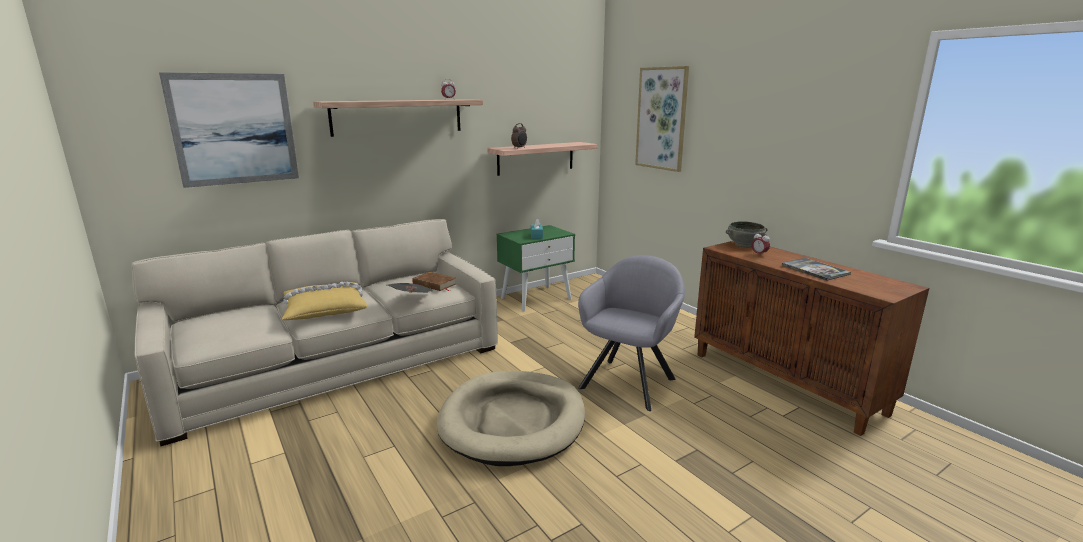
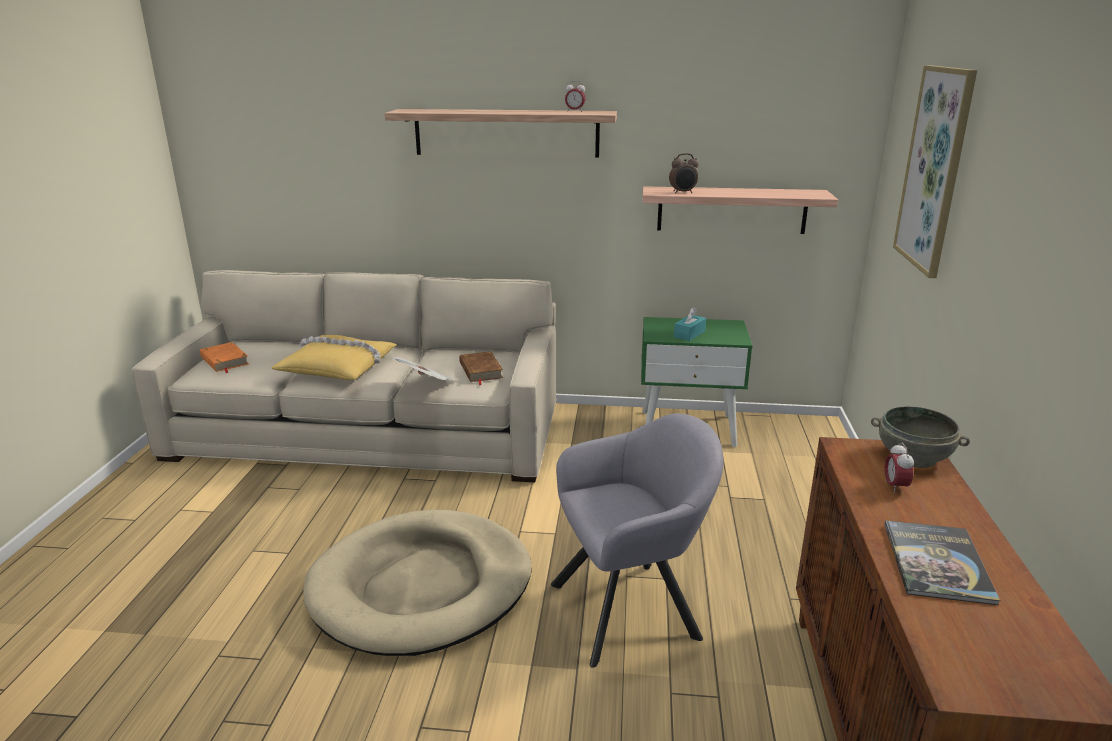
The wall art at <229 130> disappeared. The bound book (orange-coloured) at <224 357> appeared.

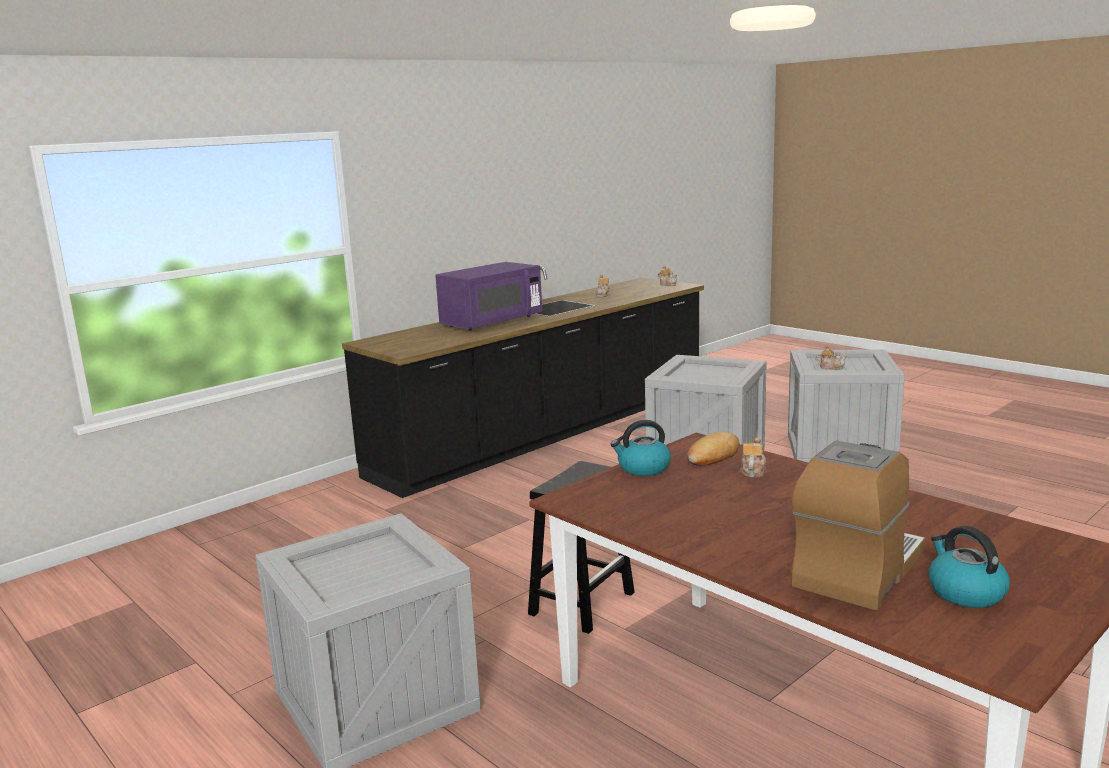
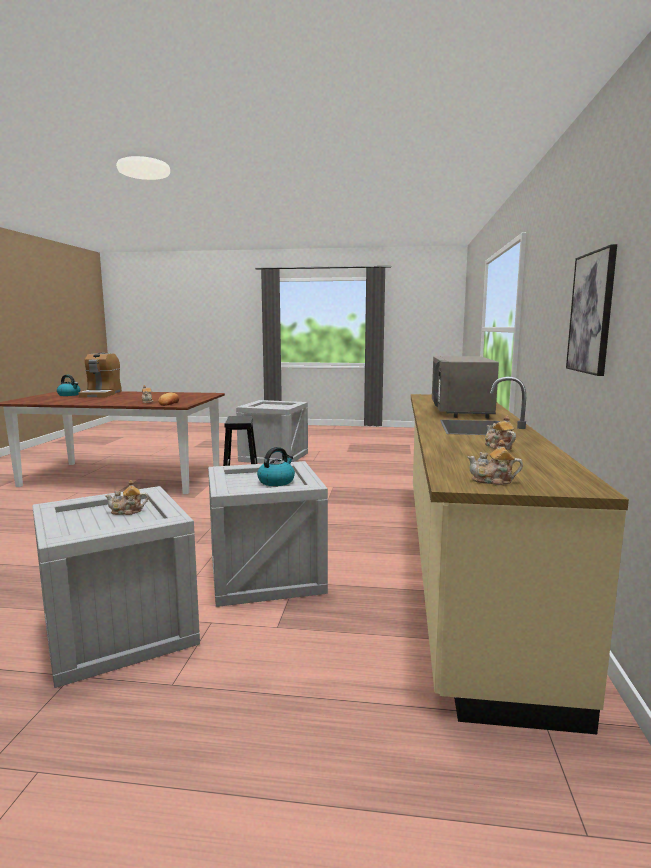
The wall art at <591 310> appeared. The water kettle moved from <641 448> to <276 466>. The kitchen base unit (blackish) at <523 382> became the kitchen base unit (beige) at <520 555>. The microwave oven (purplish) at <488 296> became the microwave oven (greyish) at <465 387>.

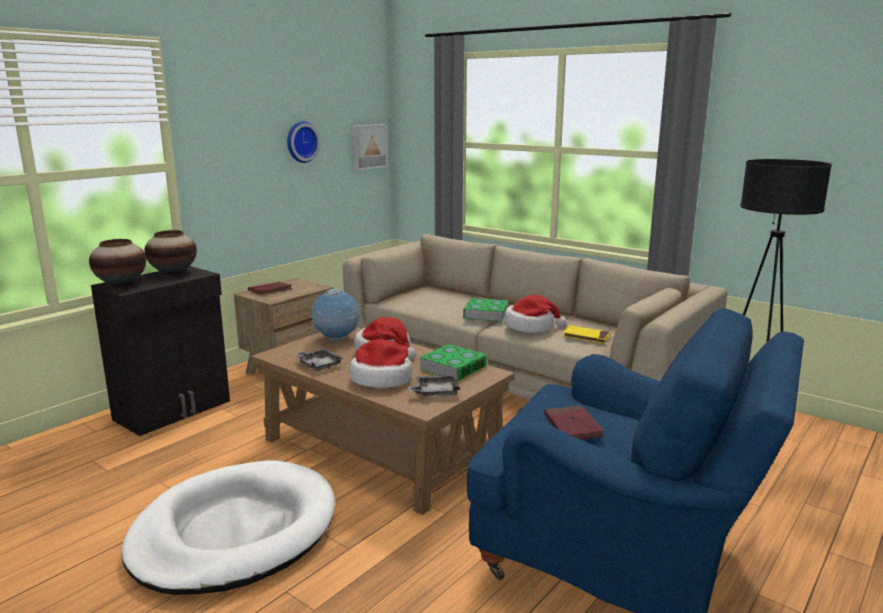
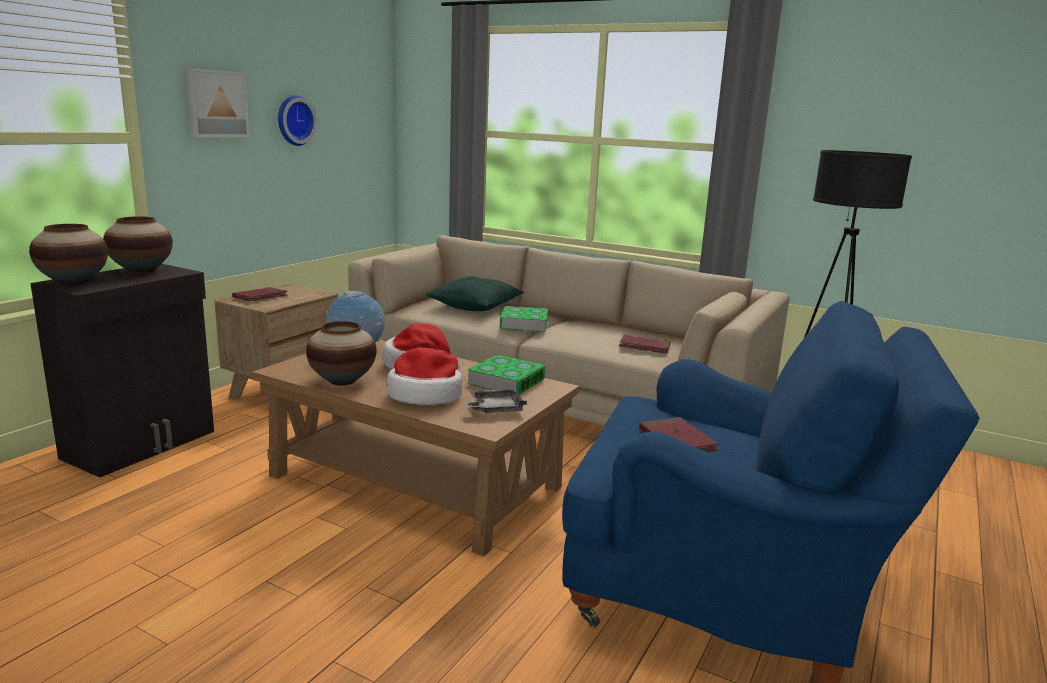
The dog cushion (white) at <228 527> disappeared. The clothing hat at <535 314> disappeared. The pillow (greenish) at <475 293> appeared. The wall art moved from <370 147> to <217 102>. The serving tray (greyish) at <319 359> was replaced by the flower vase at <341 353>. The bound book (yellow) at <586 334> became the bound book (red-coloured) at <645 344>.

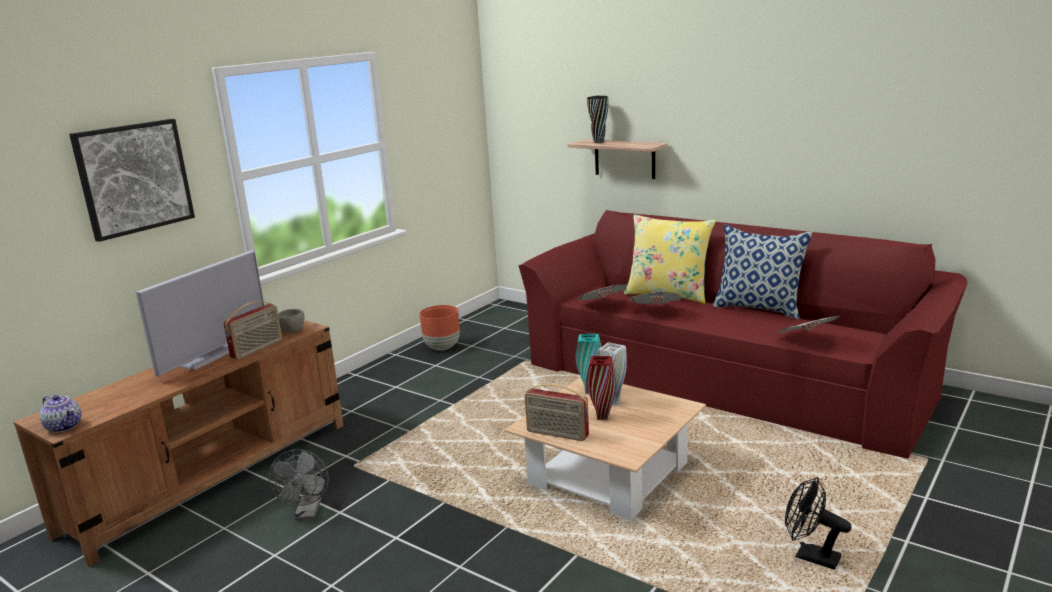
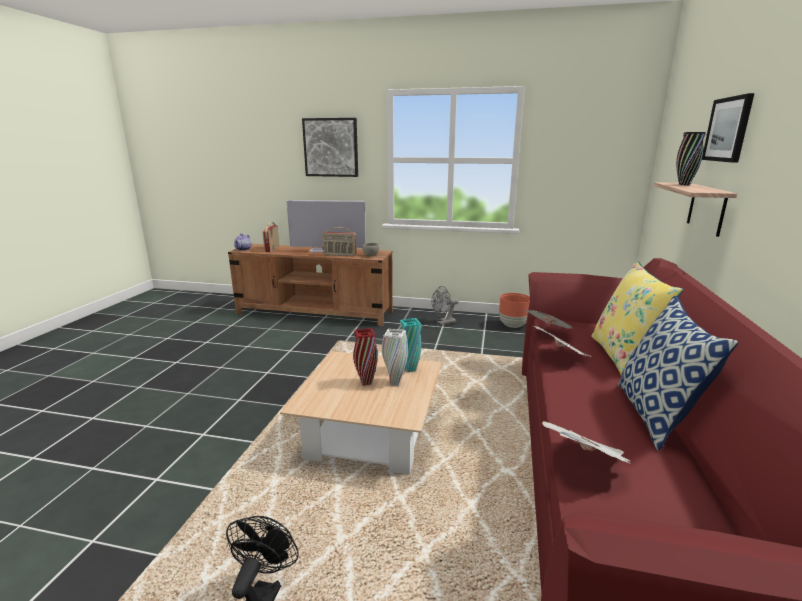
The wall art at <728 128> appeared. The fan (greyish) moved from <299 484> to <445 305>. The radio receiver moved from <557 412> to <271 237>.

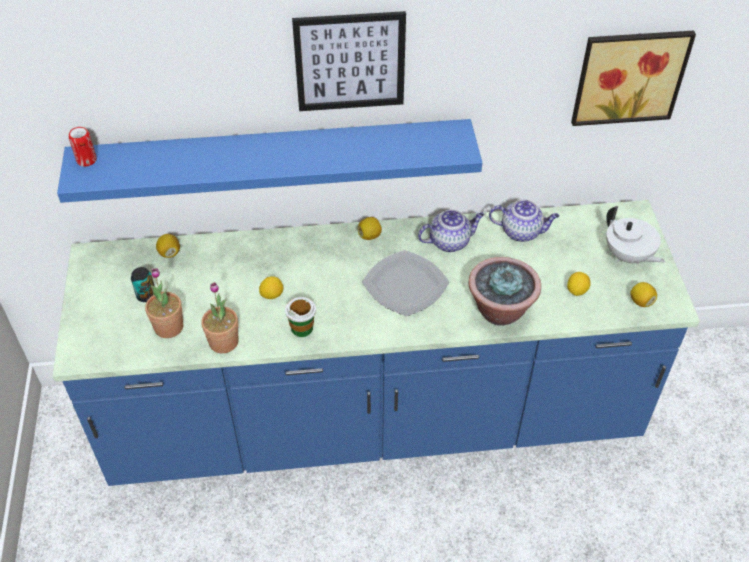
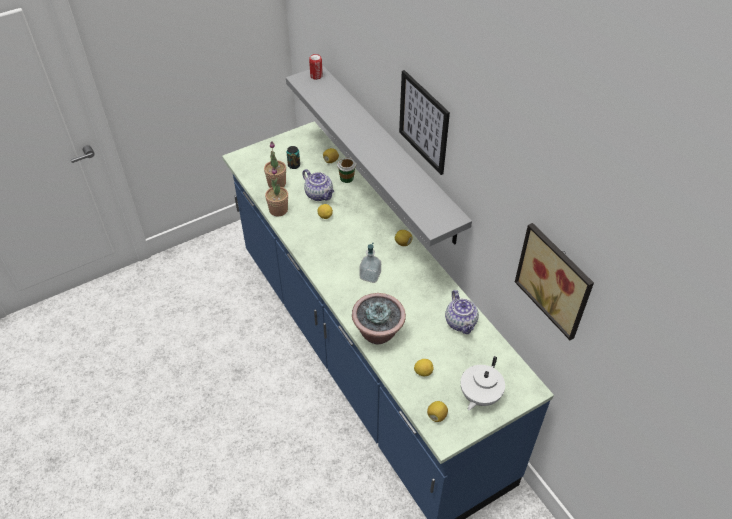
The drinking cup moved from <300 317> to <346 170>. The teapot moved from <451 230> to <318 185>. The flat dish at <405 283> was replaced by the soap dispenser at <370 263>. The shelf (bluish) at <269 161> became the shelf (greyish) at <379 155>.

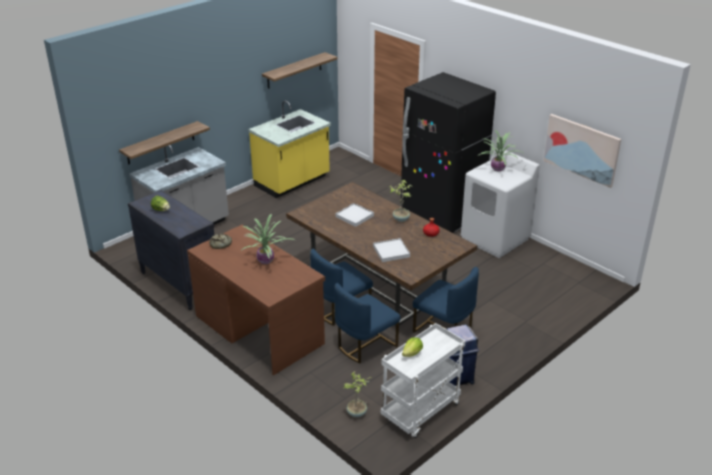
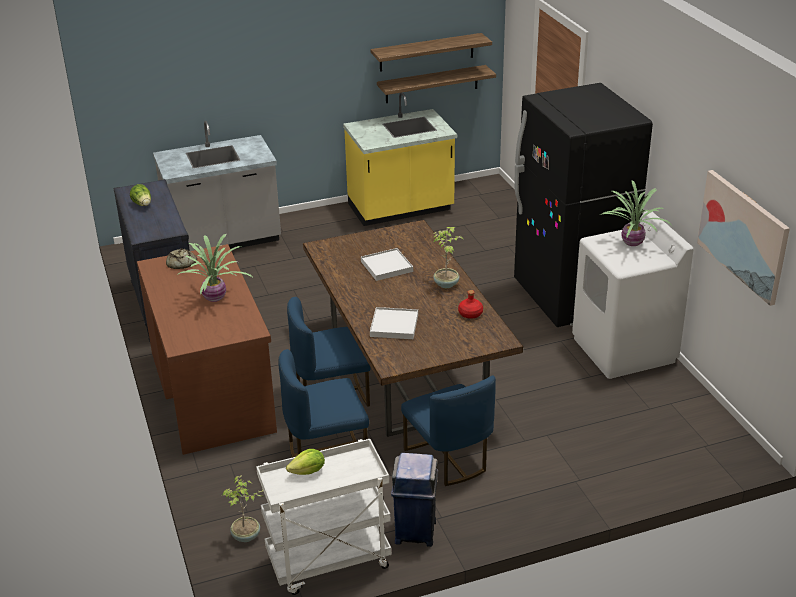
The shelf moved from <164 143> to <436 84>.

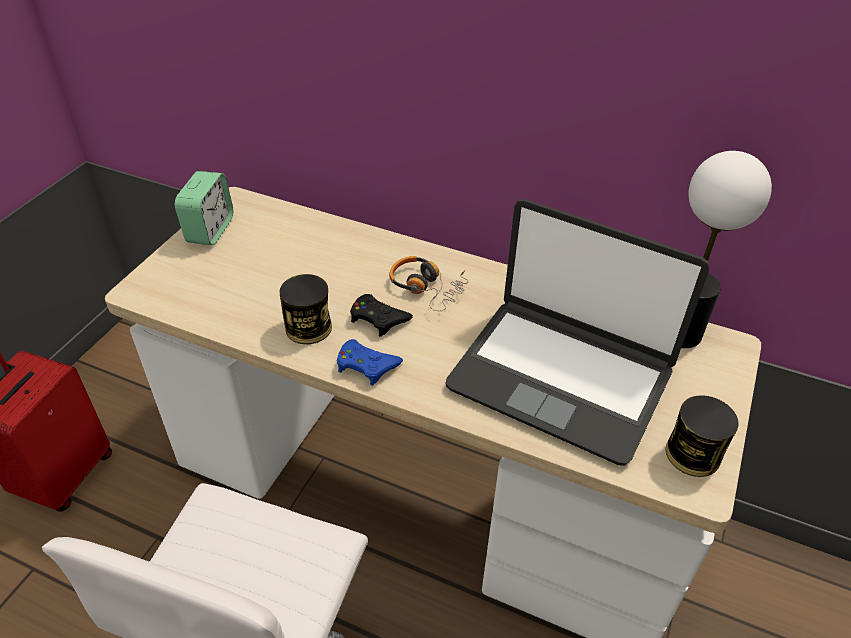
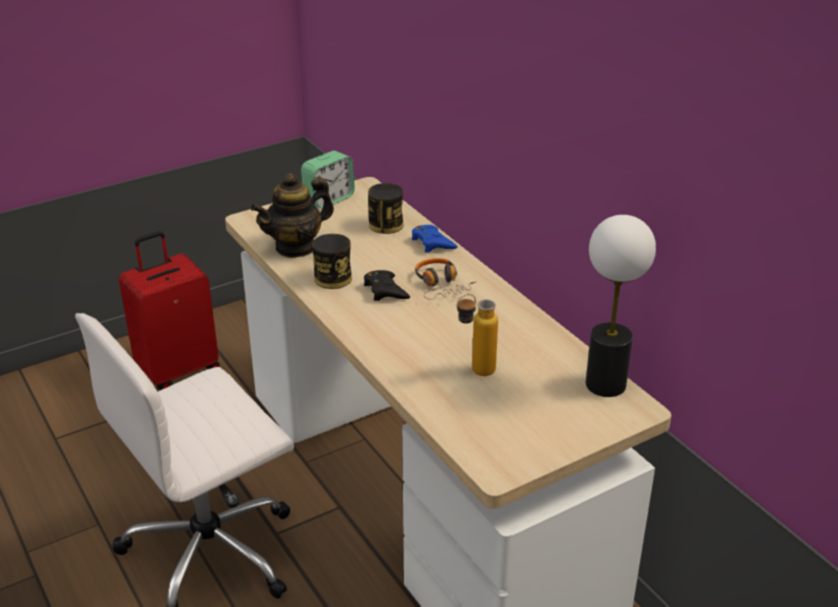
The teapot at <292 215> appeared. The game controller (bluish) moved from <370 362> to <435 238>. The metal can moved from <702 436> to <386 208>. The notebook computer at <577 332> was replaced by the drink bottle at <477 335>.

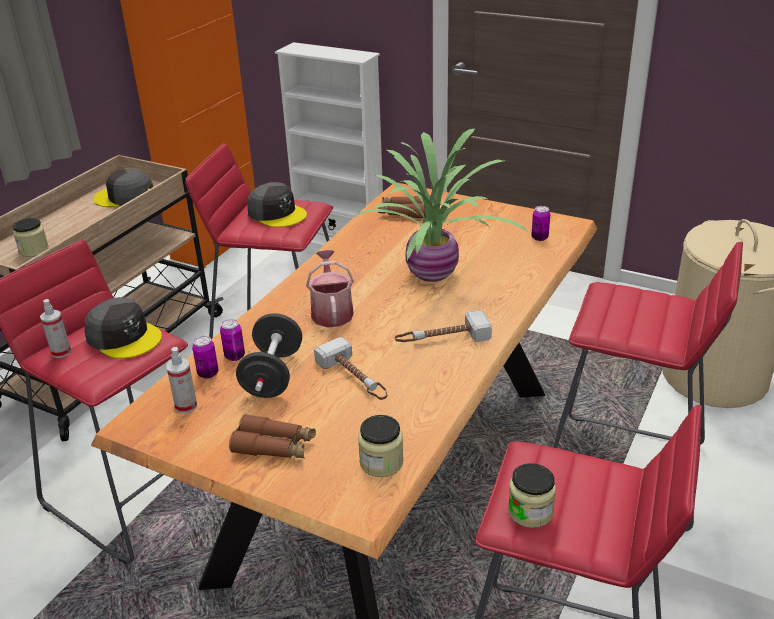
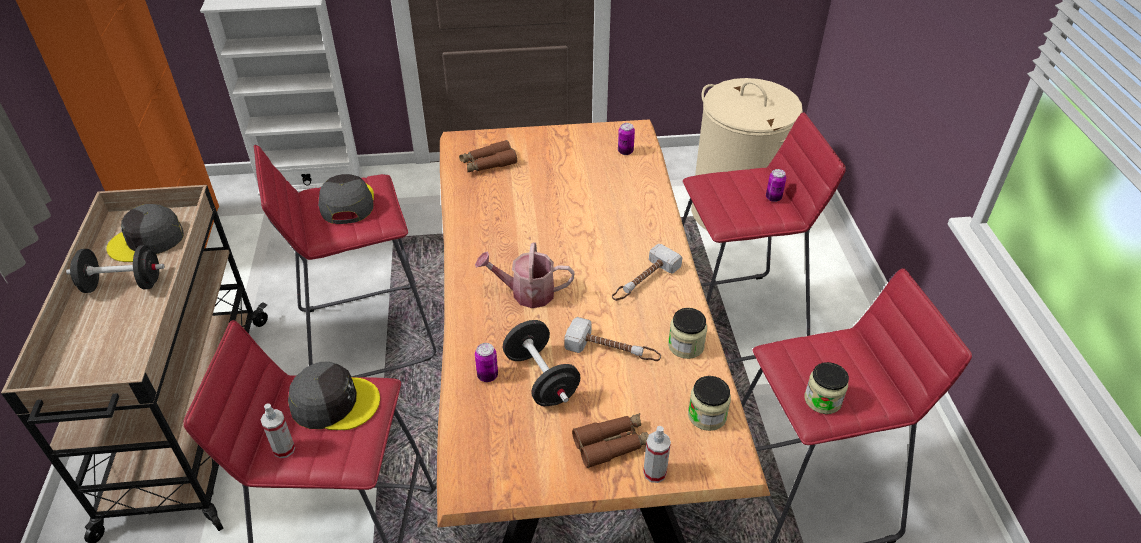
The potted plant at <441 205> disappeared. The free weight (blackish) at <115 269> appeared. The storage jar moved from <31 237> to <687 333>. The hand sprayer moved from <182 380> to <657 454>. The metal can moved from <205 357> to <776 185>. The cap (greyish) at <277 204> turned 105 degrees counterclockwise. The watering pot at <330 288> turned 45 degrees counterclockwise.

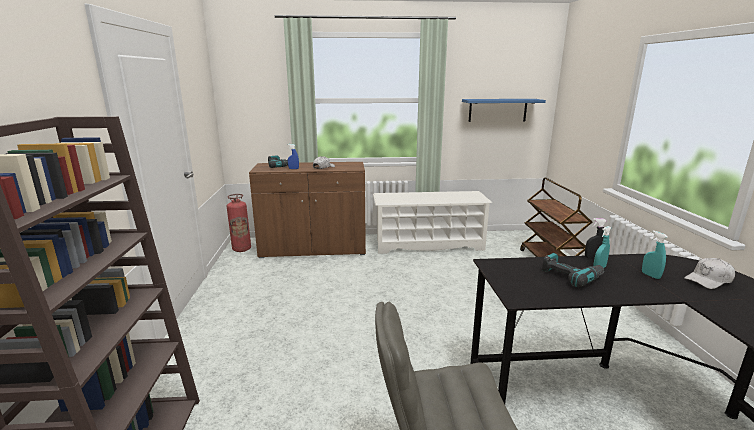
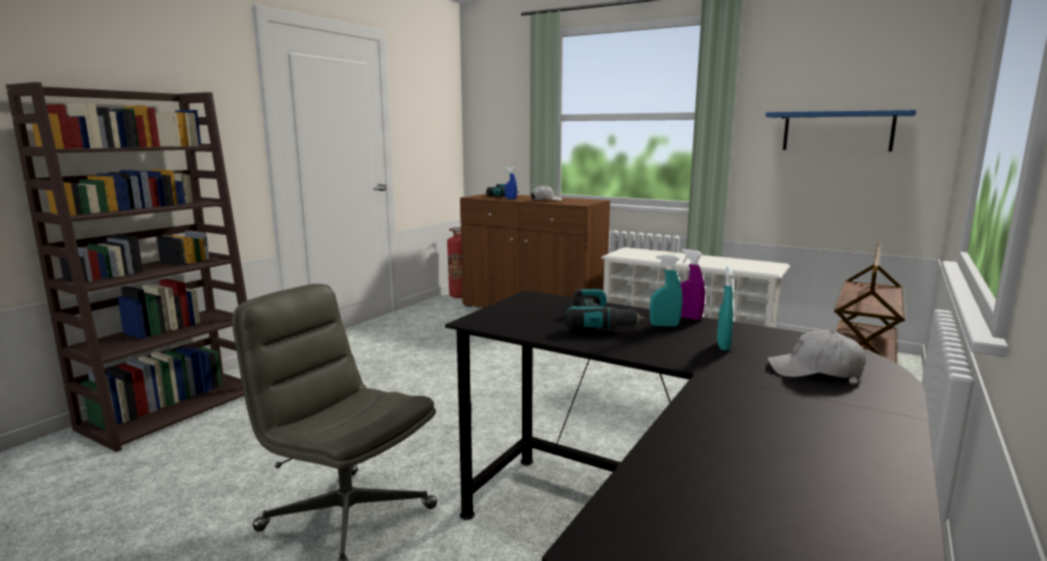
The hand sprayer (blackish) at <595 238> became the hand sprayer (purplish) at <692 284>.

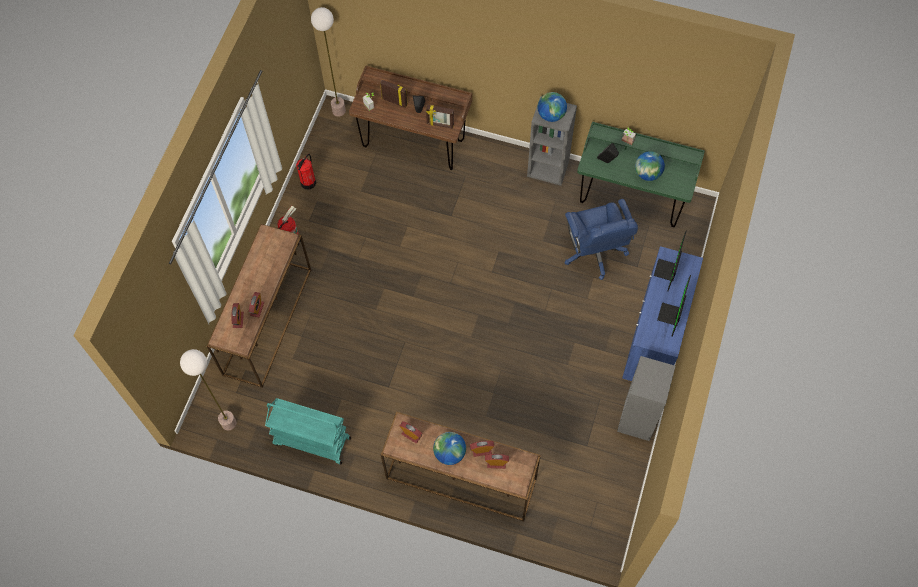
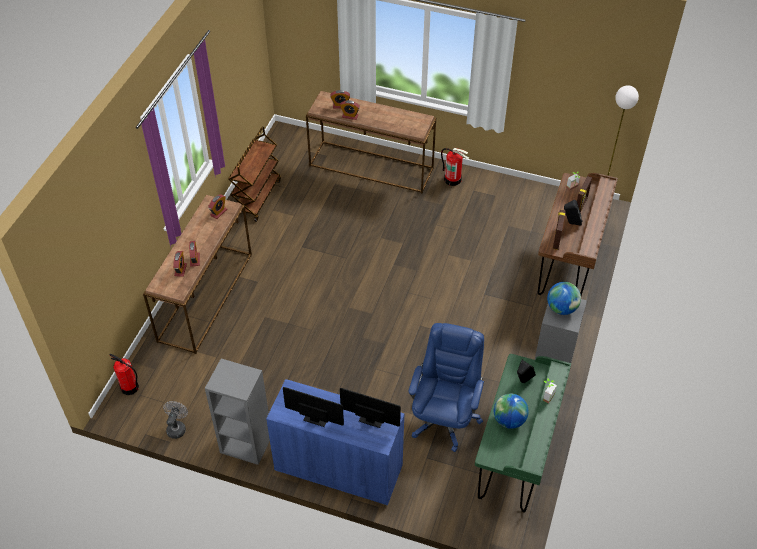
The standing lamp at <208 389> disappeared. The globe at <449 448> disappeared. The fan (greyish) at <175 420> appeared. The extinguisher moved from <306 172> to <124 374>. The wheeled cart (turquoise) at <308 431> became the wheeled cart (brown-coloured) at <254 174>. The computer chair (bluish) at <601 239> turned 120 degrees clockwise.

